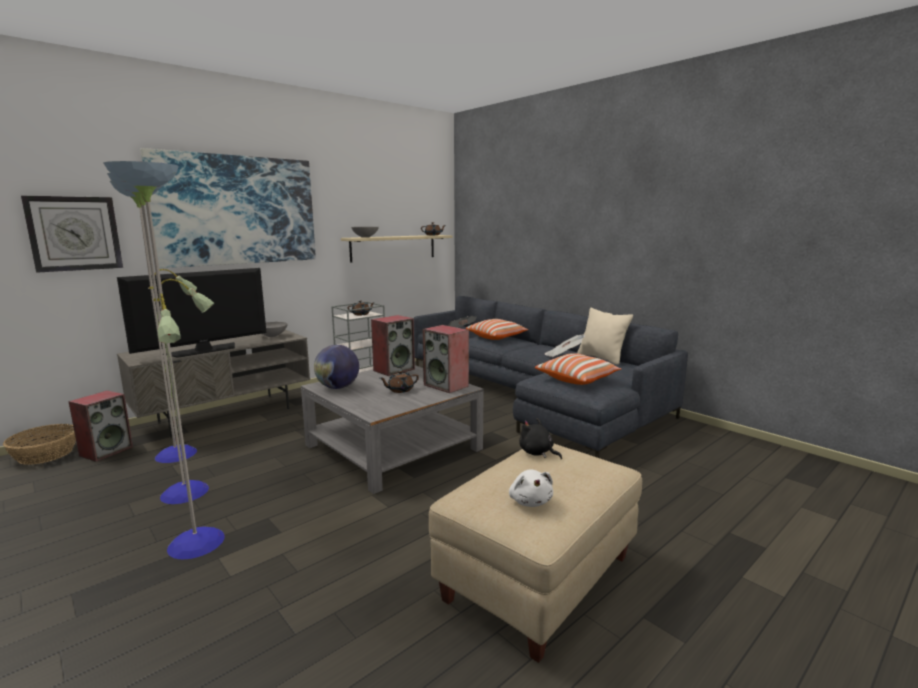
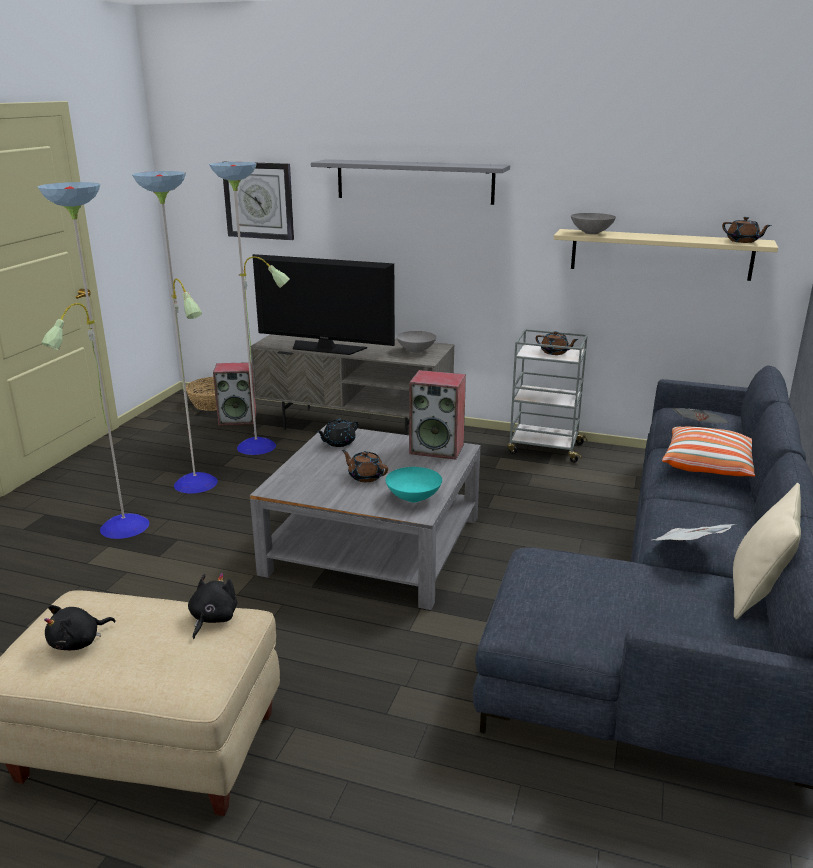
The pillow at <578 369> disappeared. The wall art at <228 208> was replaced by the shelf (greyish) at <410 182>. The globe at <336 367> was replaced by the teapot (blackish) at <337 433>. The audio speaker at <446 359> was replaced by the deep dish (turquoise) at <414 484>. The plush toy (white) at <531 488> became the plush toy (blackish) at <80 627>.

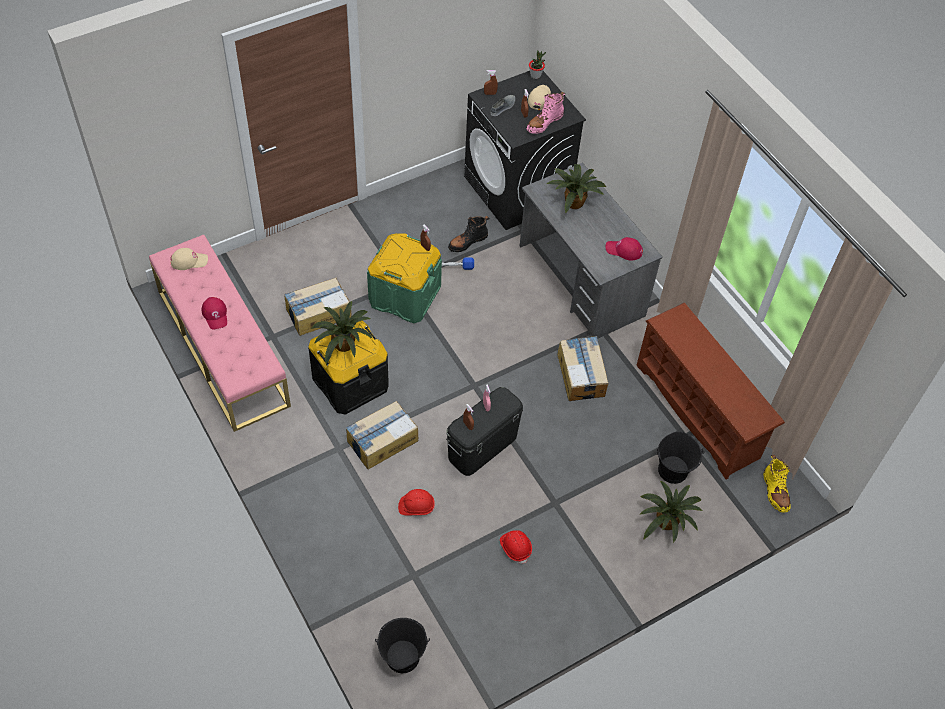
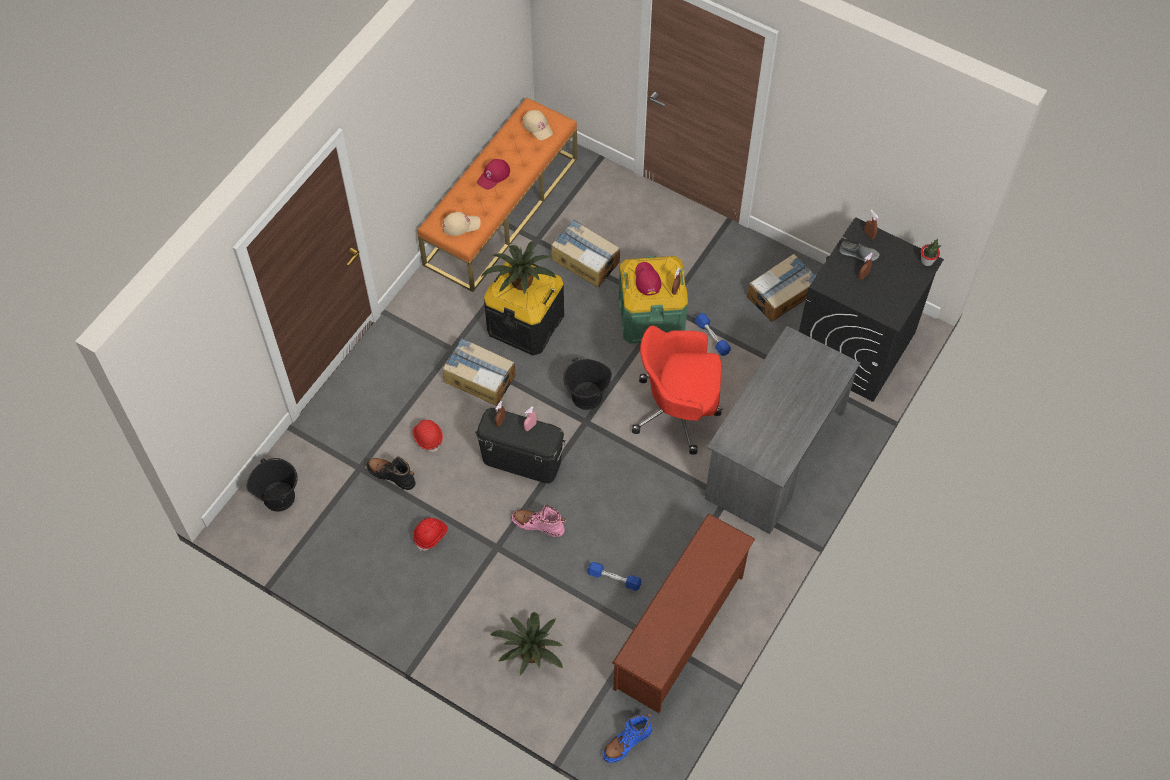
The potted plant at <576 188> disappeared. The free weight (bluish) at <614 576> appeared. The computer chair (red-coloured) at <677 390> appeared. The boot (blackish) moved from <468 234> to <390 473>. The boot (pink) moved from <545 113> to <538 521>. The cap (beige) moved from <539 97> to <461 224>. The cardboard box moved from <582 368> to <781 288>. The cap (red-coloured) moved from <624 248> to <648 278>. The water bucket (blackish) moved from <680 457> to <587 384>. The bench (pink) at <220 333> became the bench (orange-coloured) at <497 195>. The boot (yellow) at <777 484> became the boot (bluish) at <628 738>.

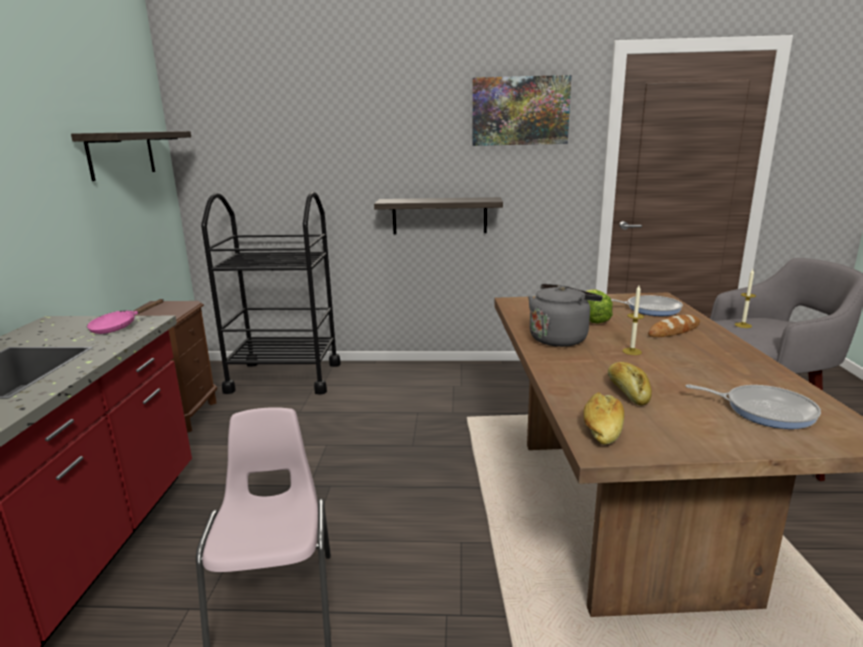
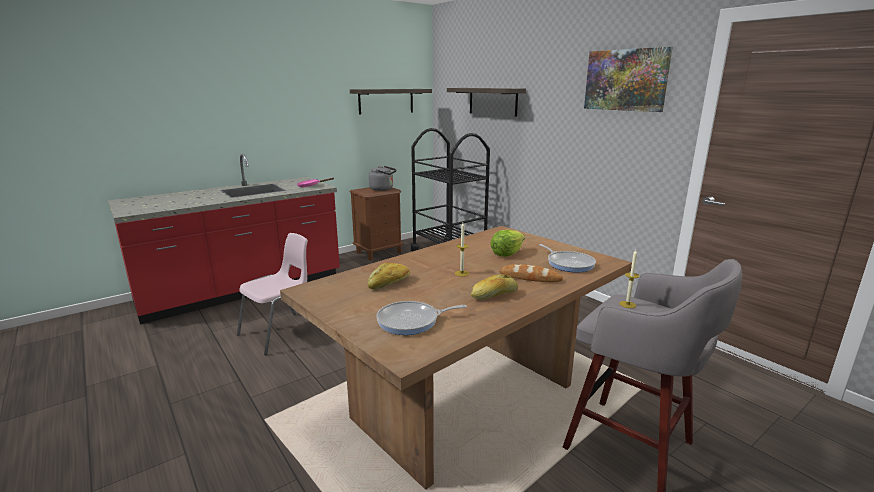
The shelf moved from <438 215> to <486 102>. The water kettle (greyish) moved from <565 315> to <383 178>. The baked bread moved from <604 418> to <494 287>. The frying pan at <753 406> turned 90 degrees clockwise.

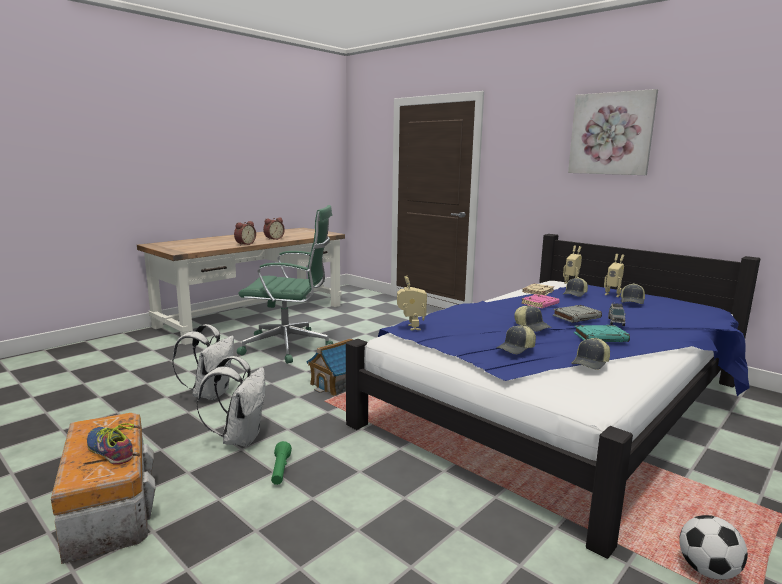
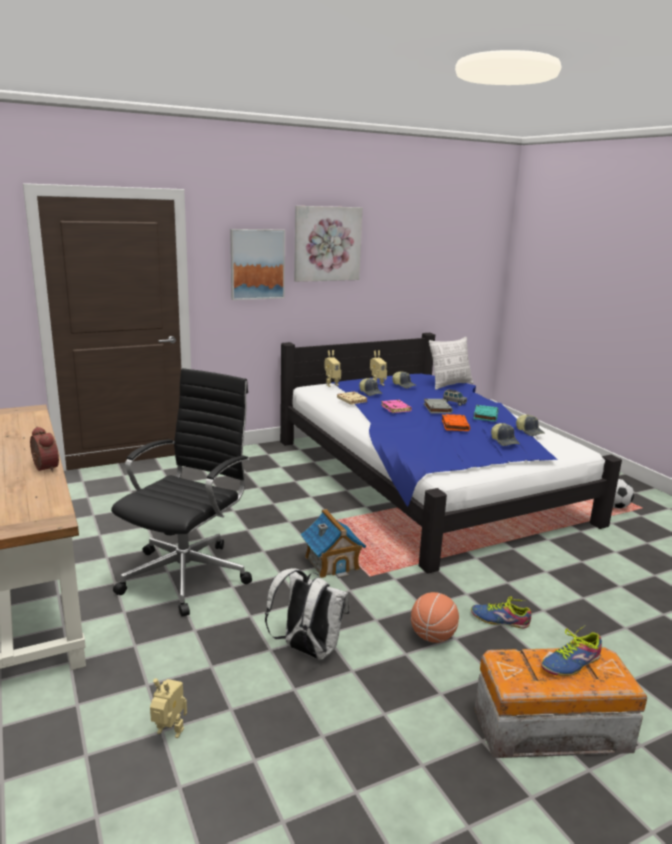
The alarm clock at <274 229> disappeared. The wall art at <257 264> appeared. The pillow at <451 363> appeared. The toy robot moved from <412 303> to <168 708>. The backpack (white) at <231 401> was replaced by the ball for basketball at <435 617>. The flashlight (greenish) at <281 463> was replaced by the low shoe at <501 612>. The cap at <533 318> was replaced by the bound book (orange-coloured) at <456 422>. The computer chair (greenish) at <285 284> became the computer chair (blackish) at <181 492>.

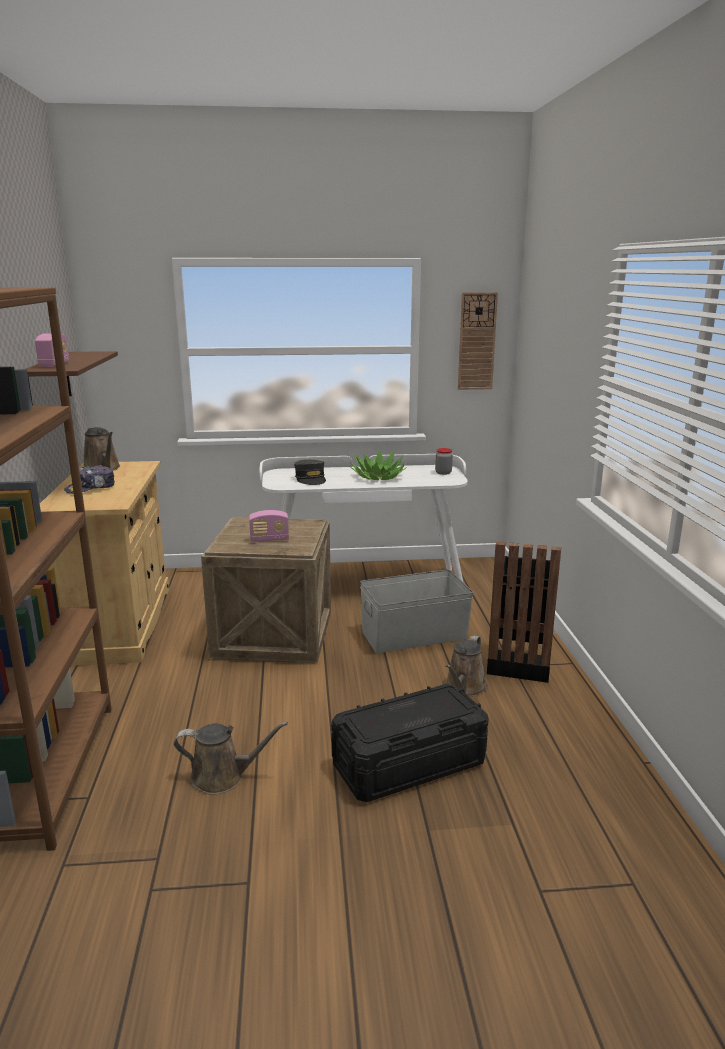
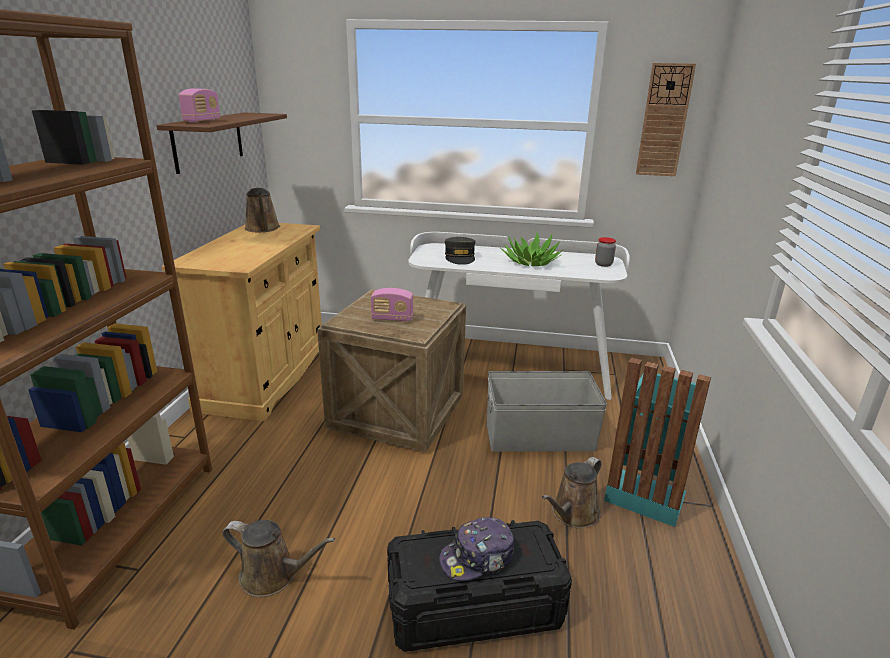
The cap moved from <89 479> to <476 549>. The waste bin (blackish) at <524 612> became the waste bin (turquoise) at <657 442>.

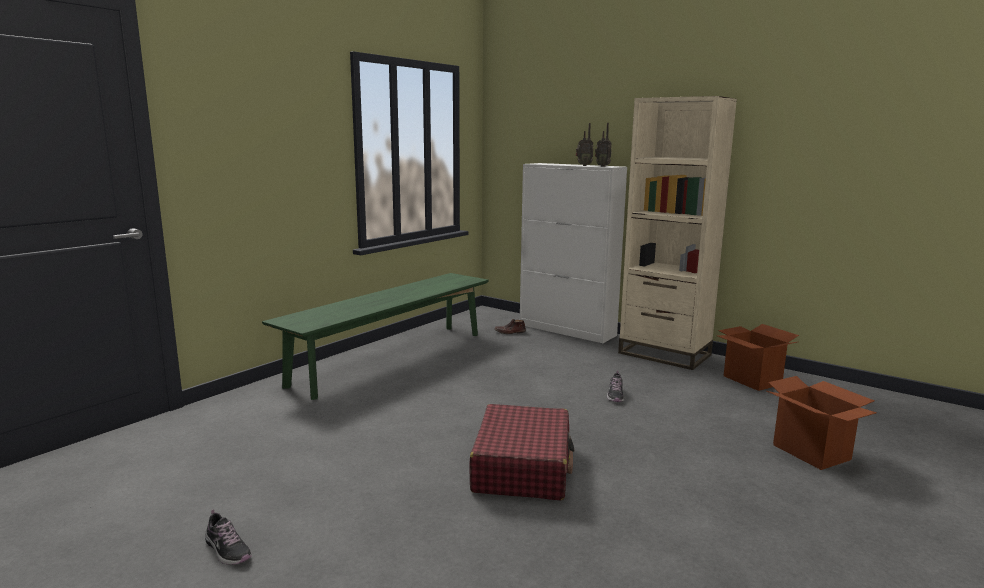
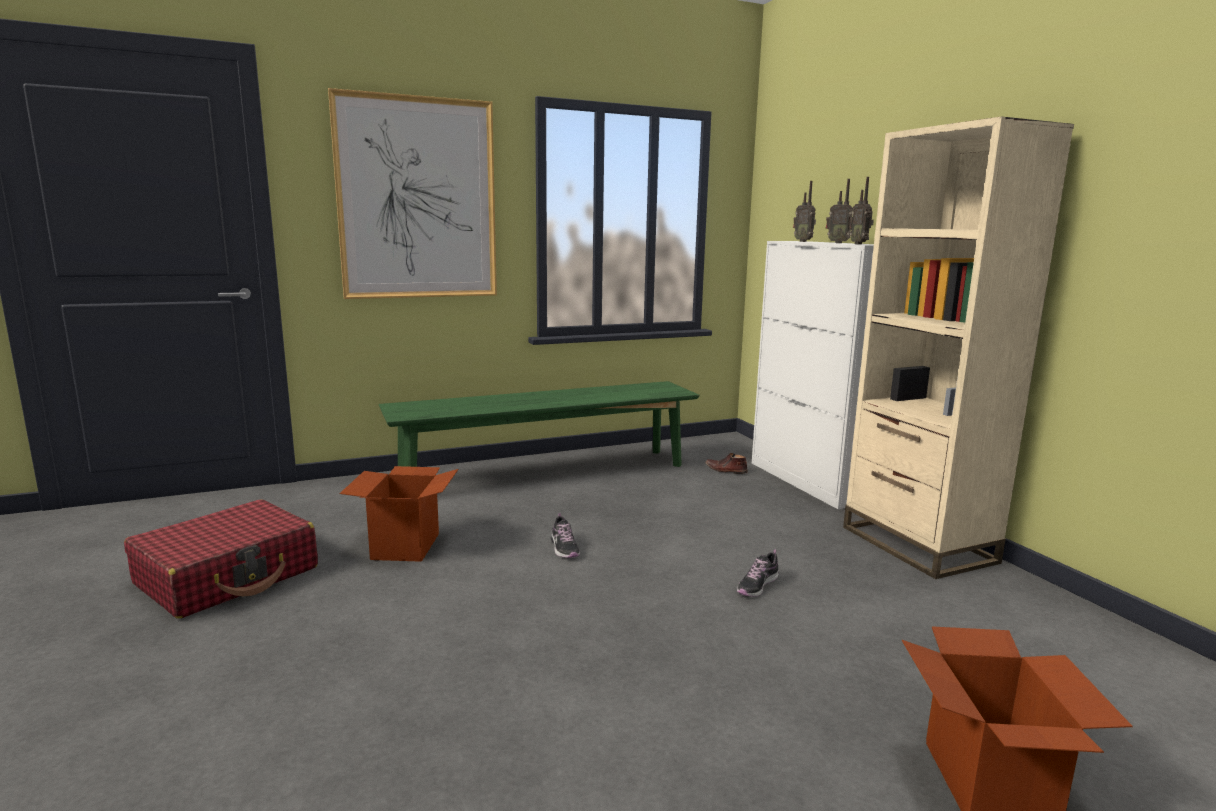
The wall art at <412 193> appeared. The radio receiver at <804 211> appeared. The low shoe moved from <228 537> to <565 535>. The piece of luggage (red-coloured) moved from <522 452> to <221 559>. The cardboard box moved from <758 357> to <399 514>.

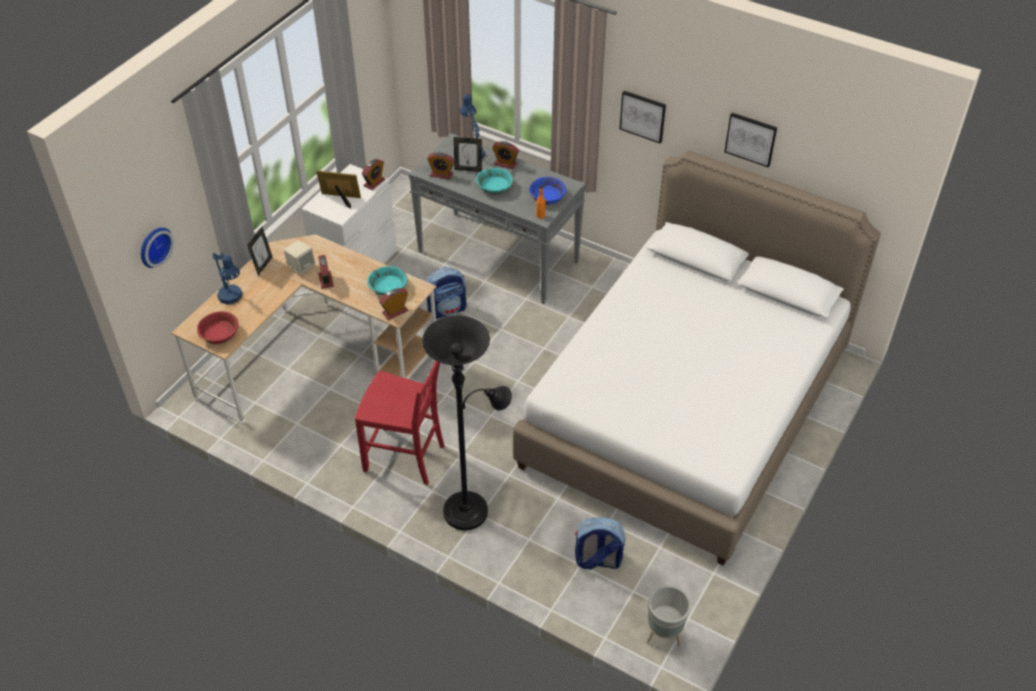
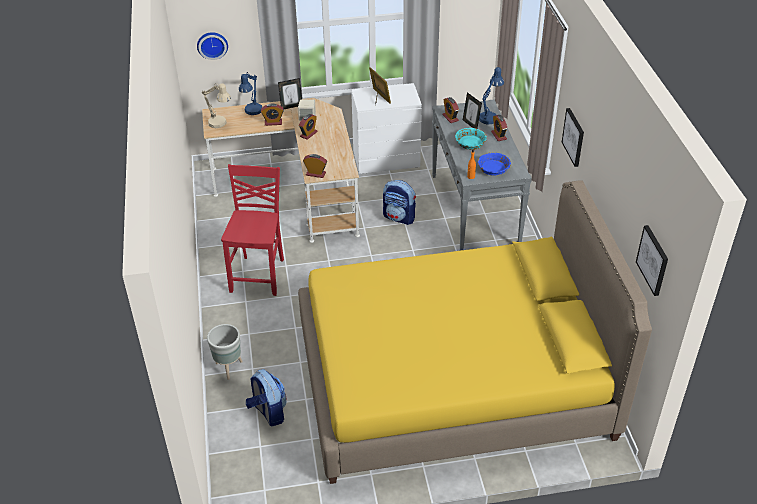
The deep dish (turquoise) at <387 281> disappeared. The standing lamp (blackish) at <467 423> disappeared. The alarm clock moved from <373 174> to <272 114>. The plant pot (greyish) moved from <668 616> to <225 352>. The wall art moved from <750 140> to <652 260>. The deep dish (red-coloured) at <217 327> was replaced by the lamp for a table (beige) at <216 105>. The bedroom bed (white) at <697 358> became the bedroom bed (yellow) at <475 332>. The plain chair (red-coloured) at <399 423> turned 150 degrees counterclockwise.

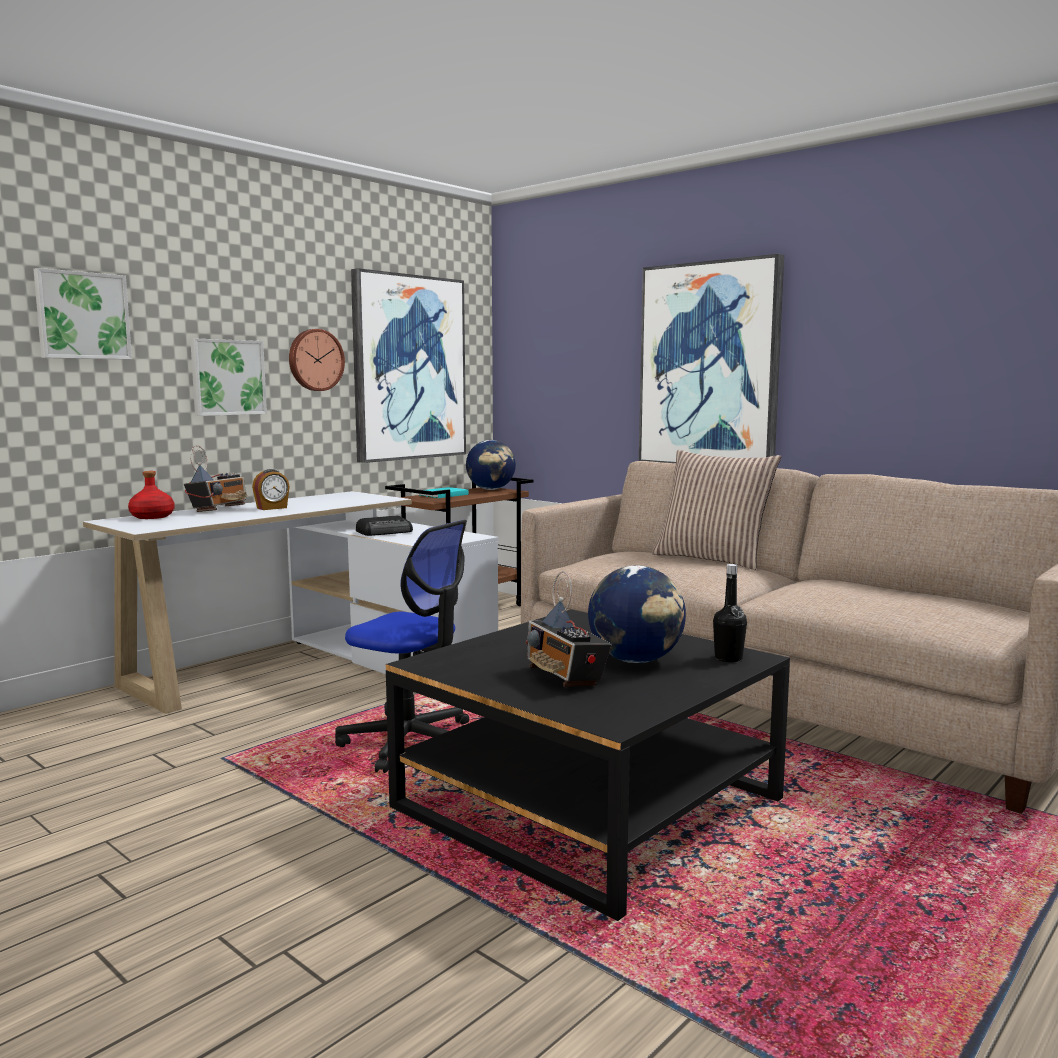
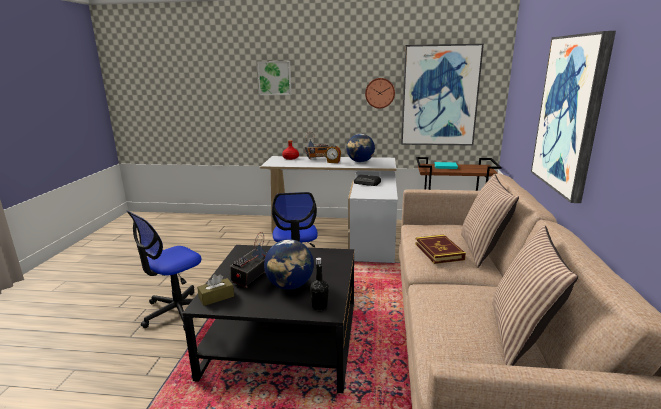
The wall art at <228 377> disappeared. The computer chair at <164 271> appeared. The tissue box (brown-coloured) at <215 290> appeared. The bound book at <440 249> appeared. The pillow at <535 295> appeared. The globe moved from <491 465> to <360 148>.

